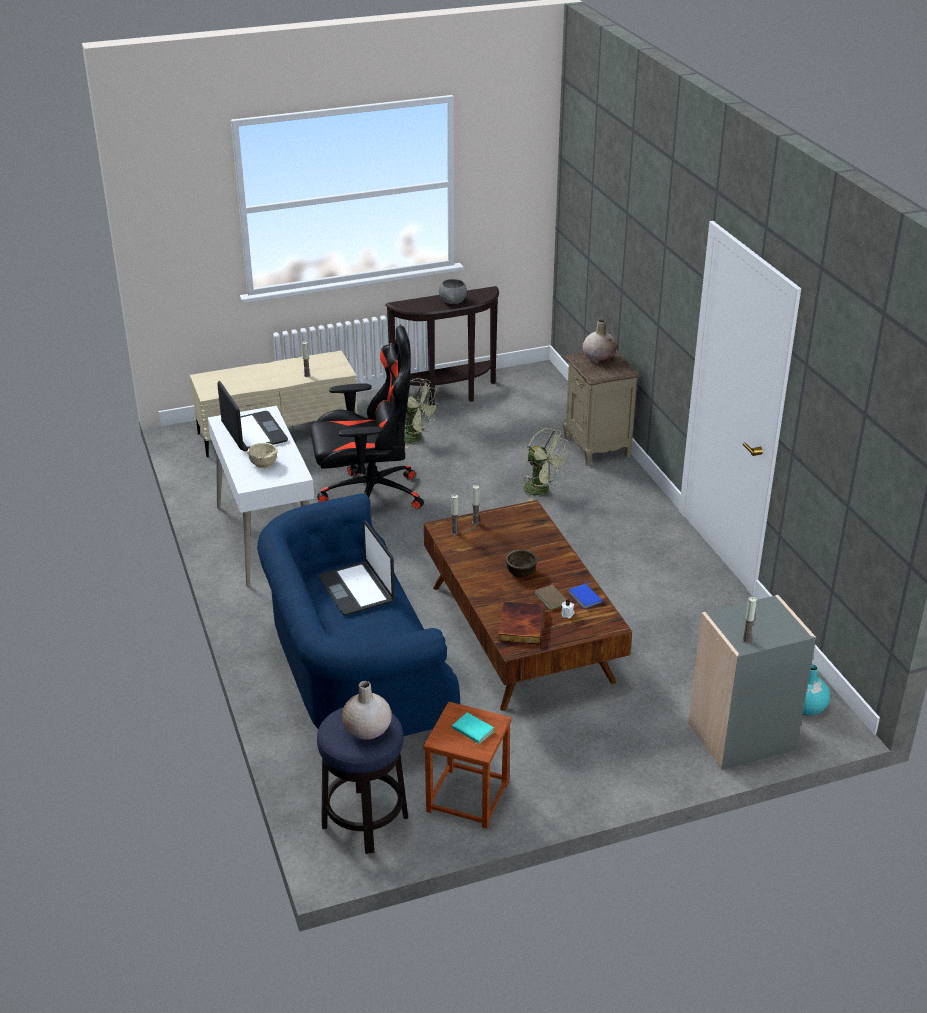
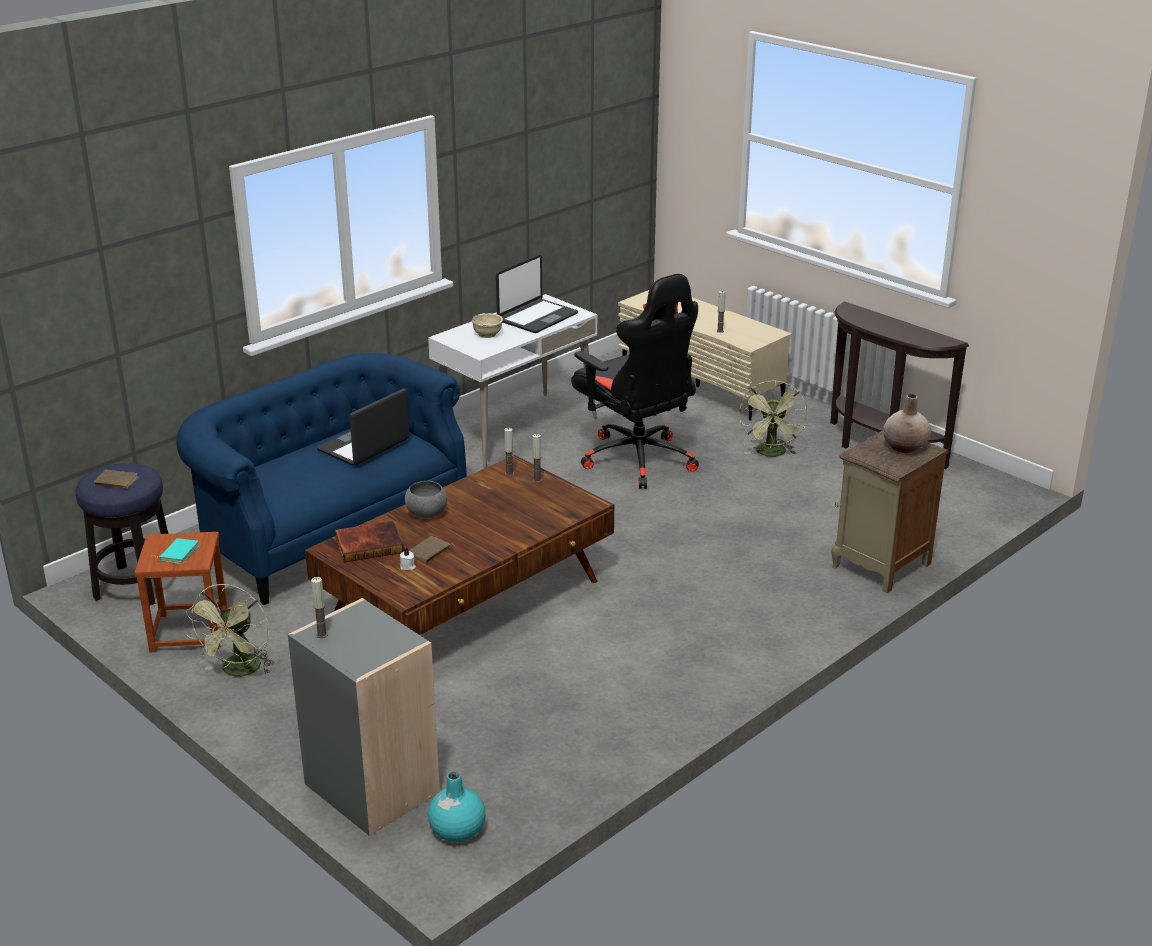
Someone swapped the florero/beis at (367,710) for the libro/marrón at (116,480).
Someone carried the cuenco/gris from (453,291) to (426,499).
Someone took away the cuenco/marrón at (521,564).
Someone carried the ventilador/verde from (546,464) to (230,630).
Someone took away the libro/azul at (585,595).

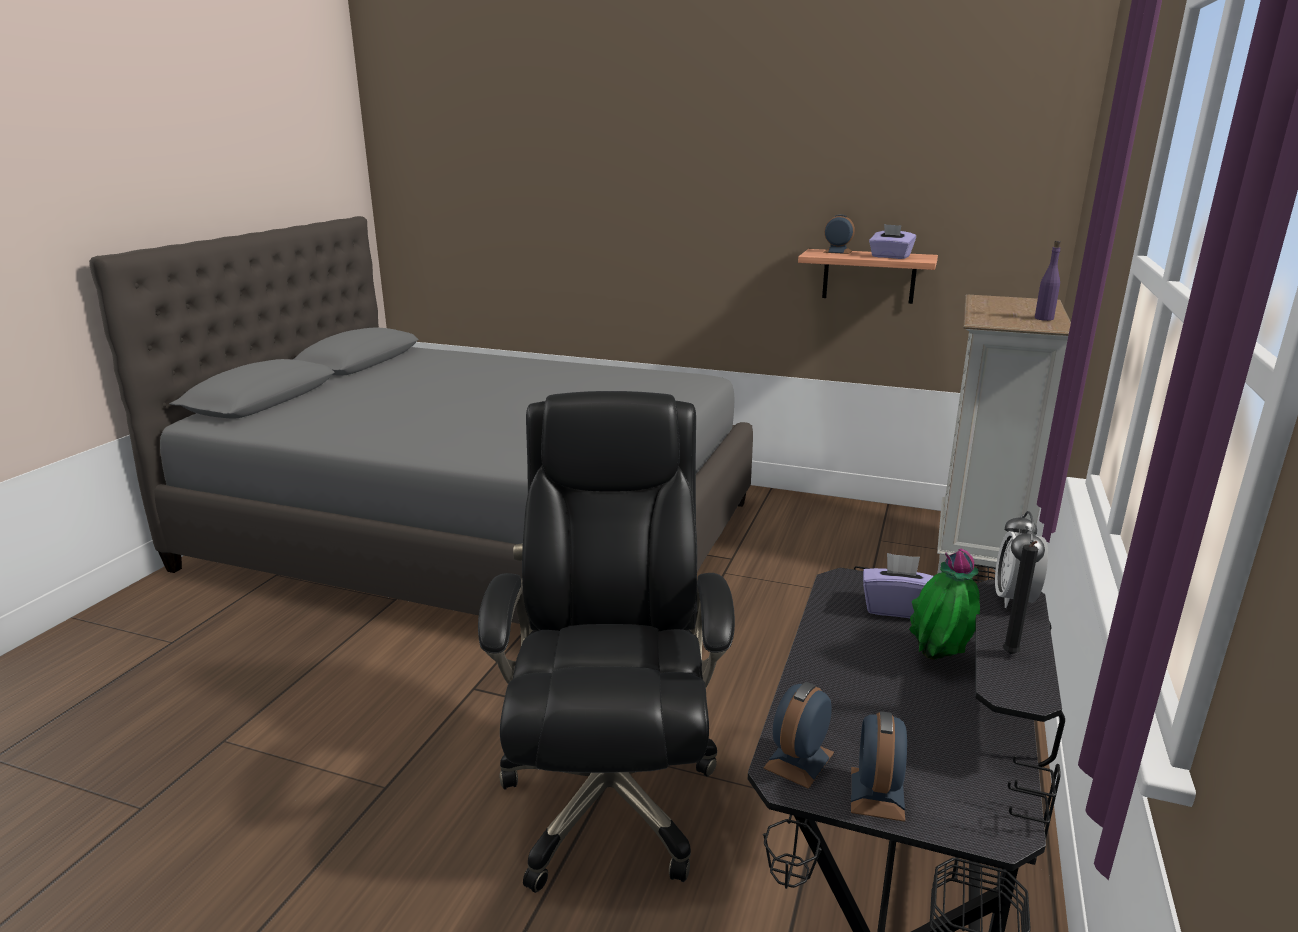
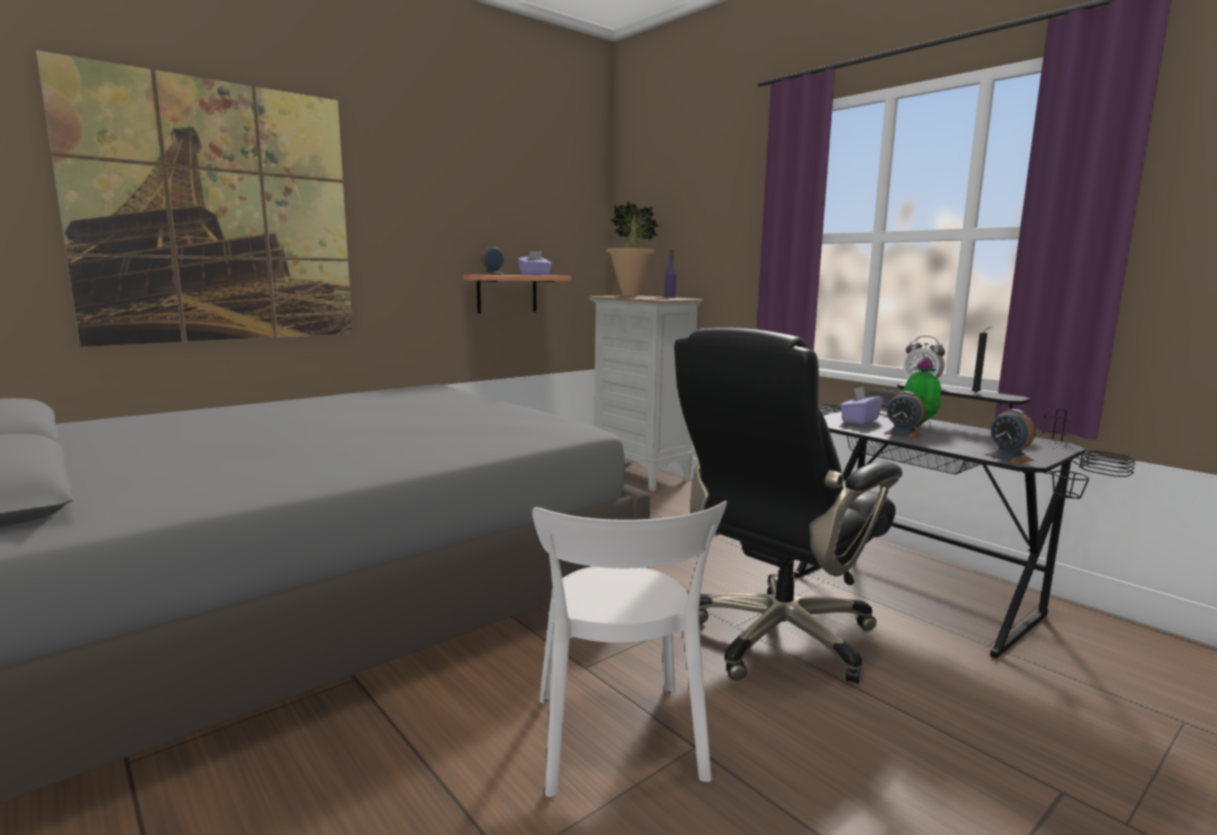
Someone rotated the silla de oficina/negro at (606,642) by 75 degrees counterclockwise.
Someone carried the despertador from (879,766) to (904,415).
Someone put up the cuadro at (194,198).
Someone put down the silla/blanco at (629,648).
Someone put down the planta en maceta at (632,249).

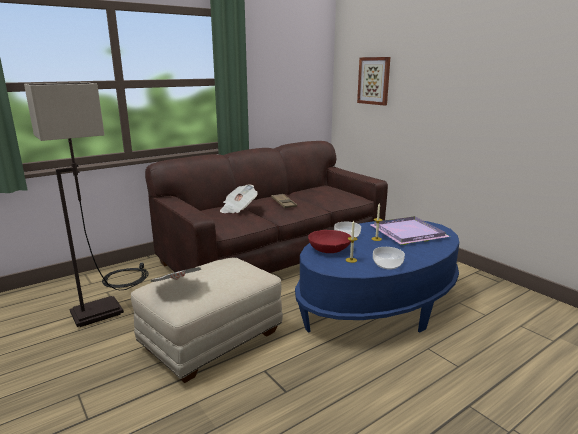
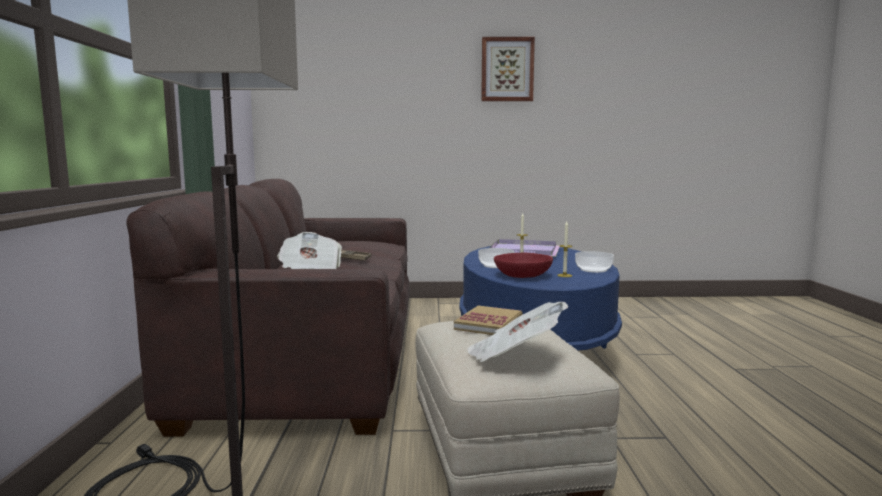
Someone carried the cuadro from (373,81) to (508,69).
Someone put down the libro at (488,320).

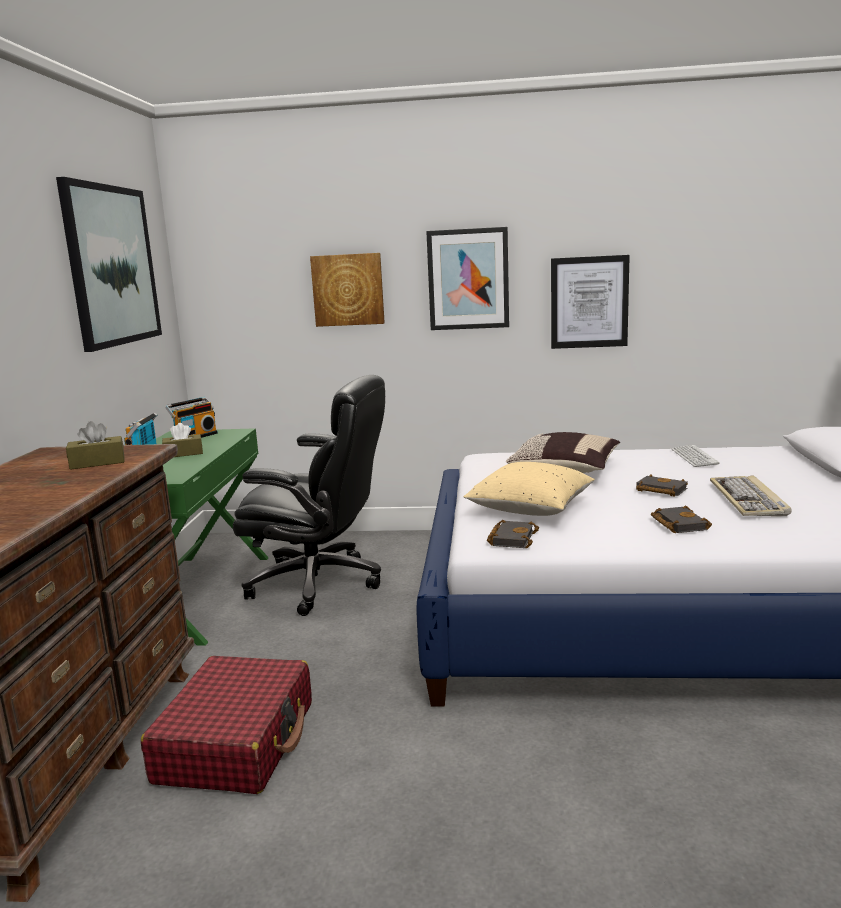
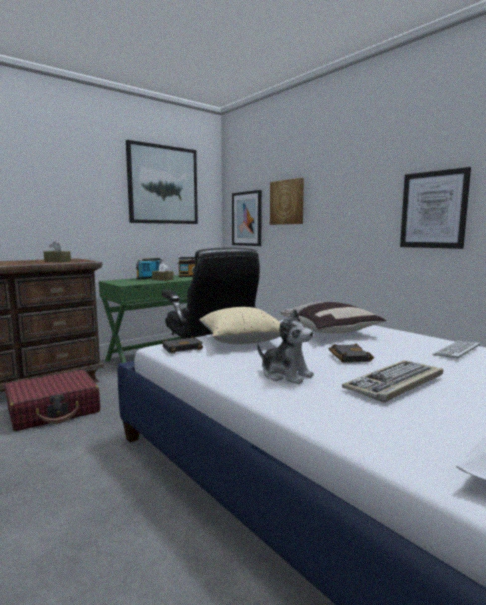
Someone carried the cuadro from (467,278) to (247,218).
Someone swapped the libro/negro at (681,519) for the peluche at (285,346).

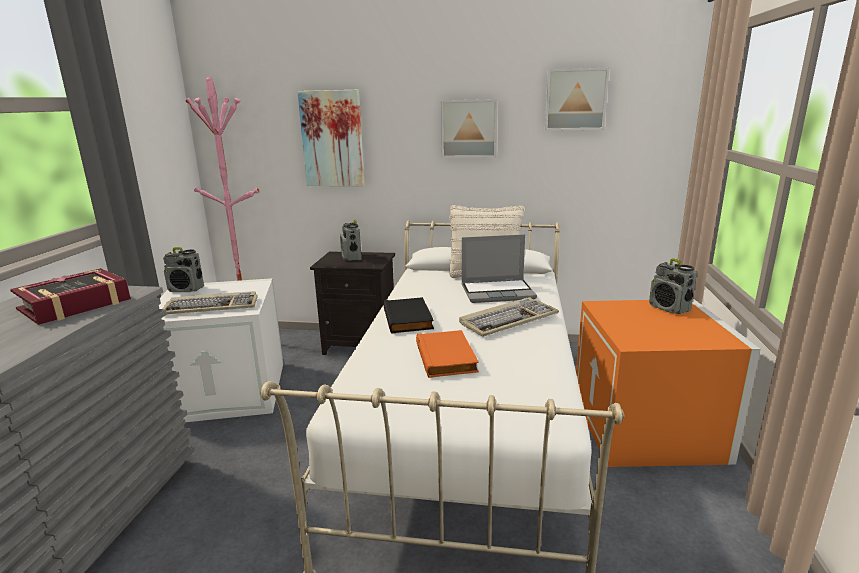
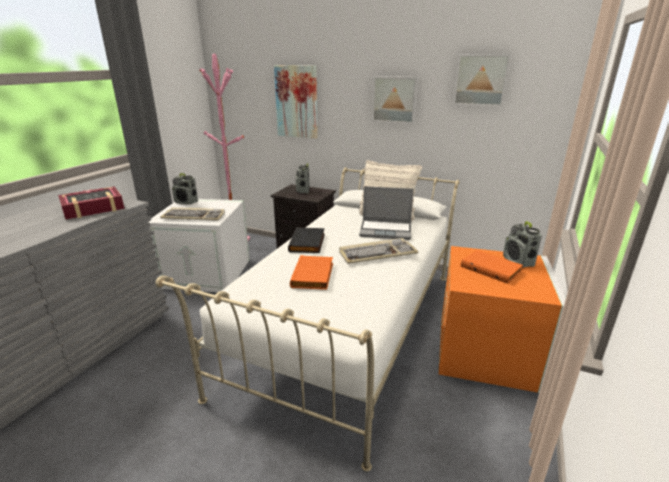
Someone put down the libro/naranja at (492,267).

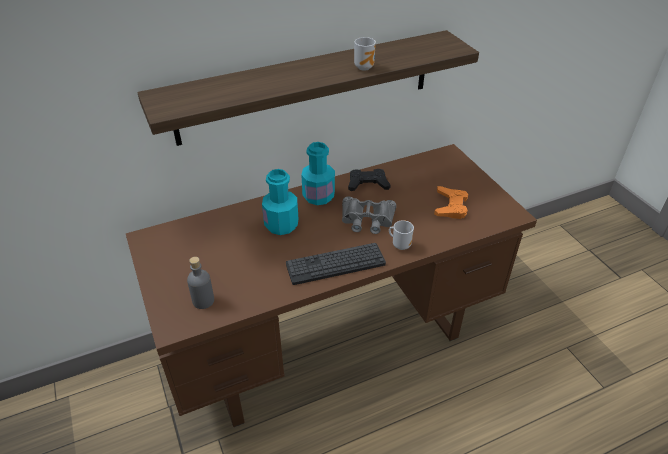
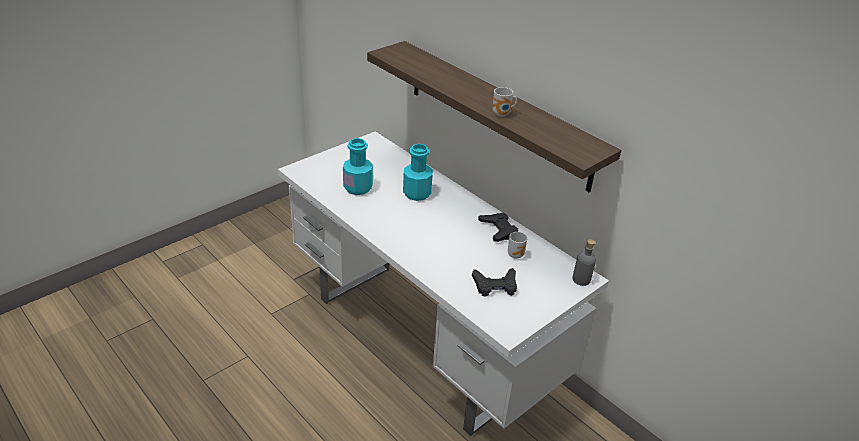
Someone repainted the escritorio/marrón at (331,285), which became the escritorio/blanco at (443,283).
Someone carried the botella/gris from (200,283) to (584,262).
Someone took away the teclado at (336,264).
Someone carried the botella/turquesa from (318,173) to (358,166).
Someone took away the prismáticos/gris at (369,215).
Someone carried the taza grande from (401,235) to (517,245).
Someone repainted the mando de consola/naranja at (451,202), which became the mando de consola/negro at (494,282).

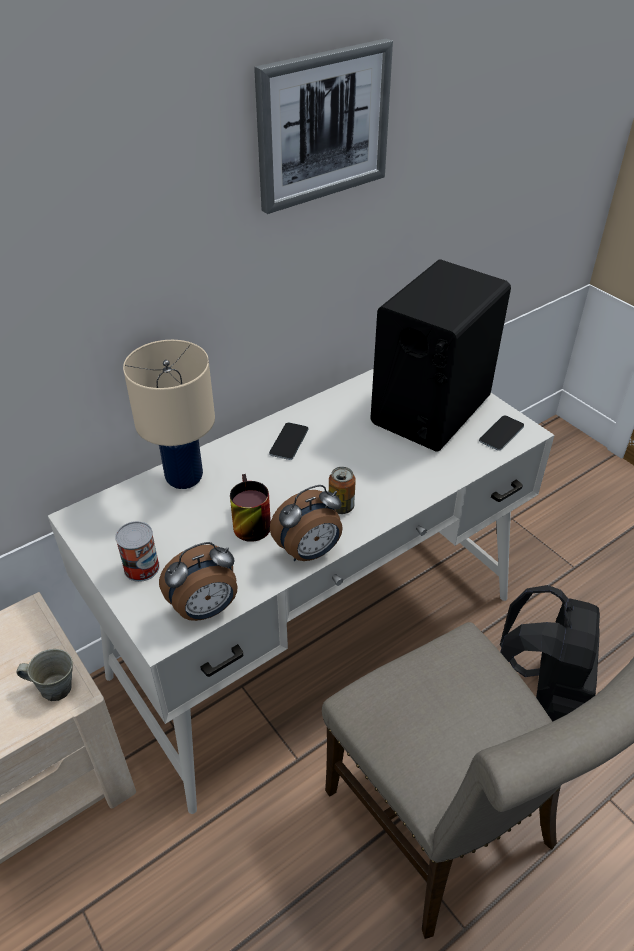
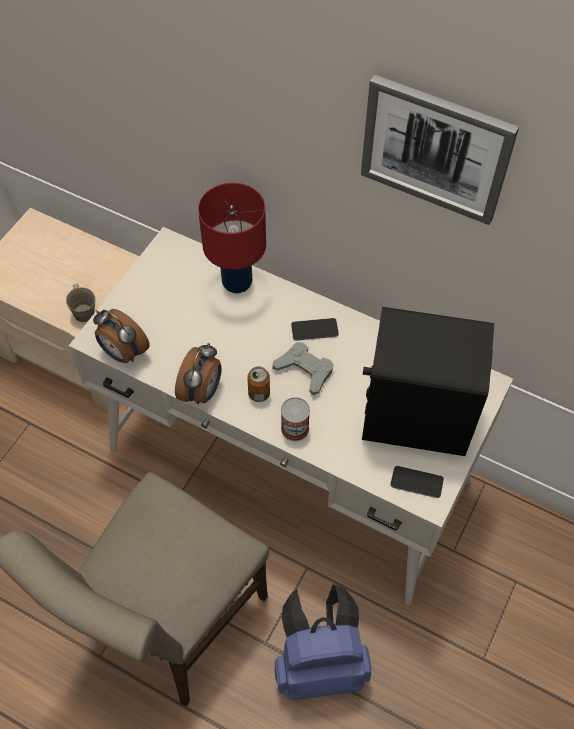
Someone carried the lata from (137,551) to (295,419).
Someone repainted the lámpara de mesa/beis at (169,414), which became the lámpara de mesa/rojo at (232,238).
Someone took away the taza grande at (250,508).
Someone rotated the despertador at (306,523) by 105 degrees counterclockwise.
Someone repainted the mochila/negro at (550,653), which became the mochila/azul at (323,642).
Someone put down the mando de consola/gris at (302,368).

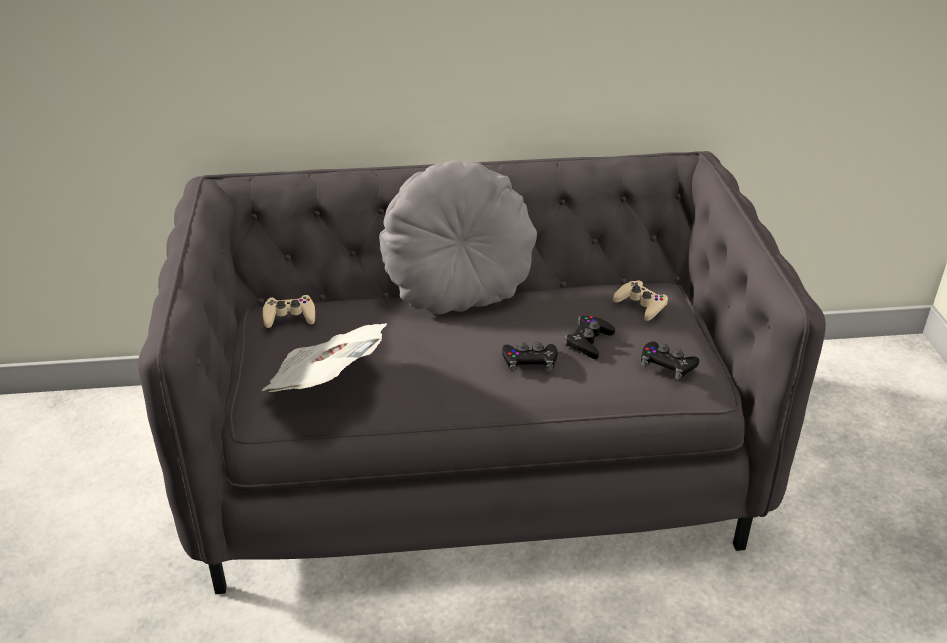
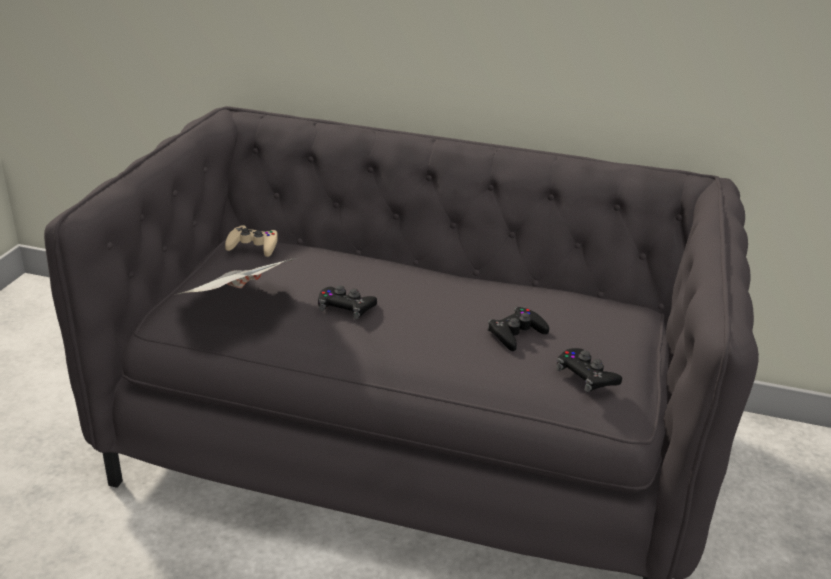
Someone took away the cojín/gris at (458,237).
Someone carried the mando de consola/negro from (530,357) to (347,302).
Someone took away the mando de consola/beis at (640,300).

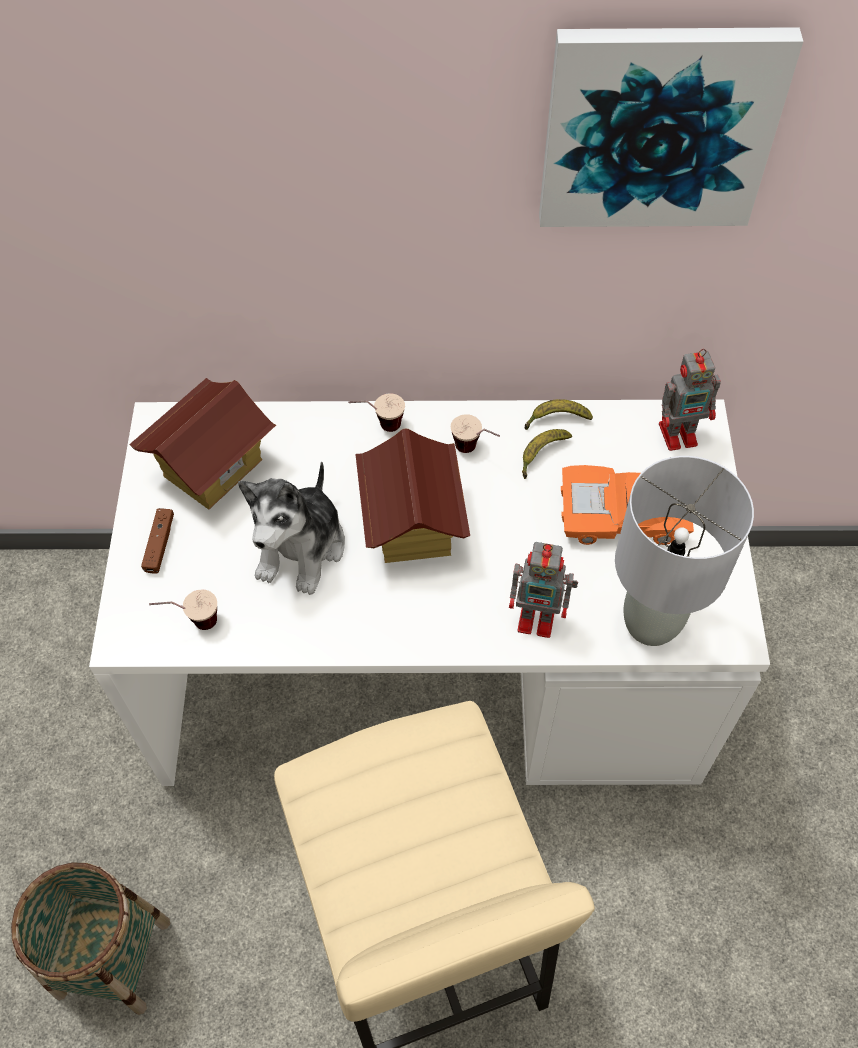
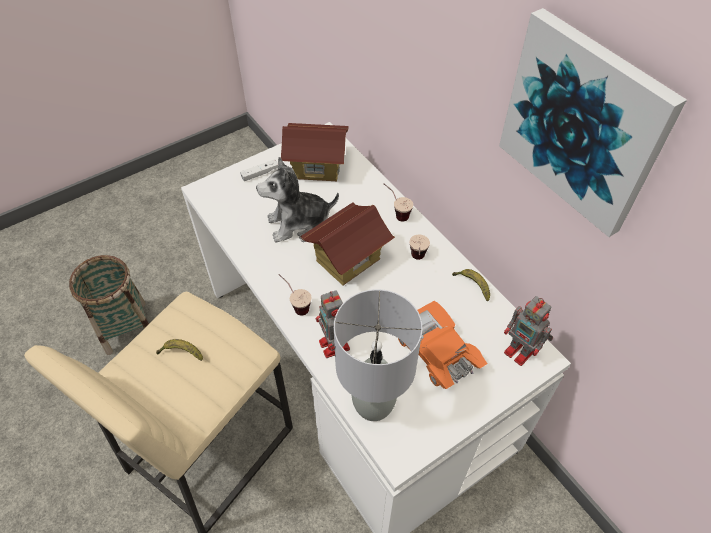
Someone repainted the mando de consola/marrón at (157,541), which became the mando de consola/blanco at (259,170).
Someone carried the taza from (183,610) to (294,295).
Someone carried the plátano from (547,454) to (179,350).

